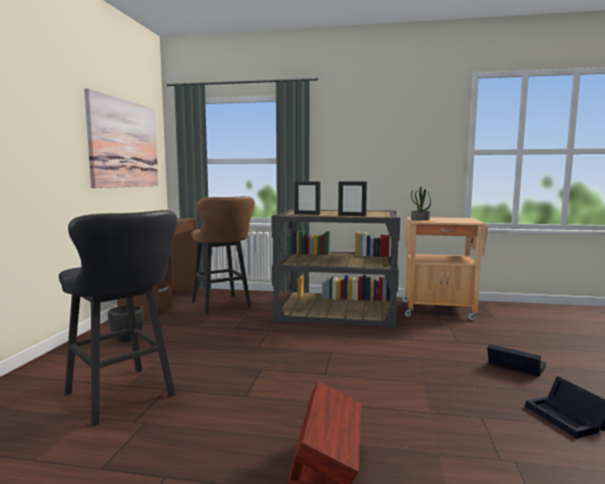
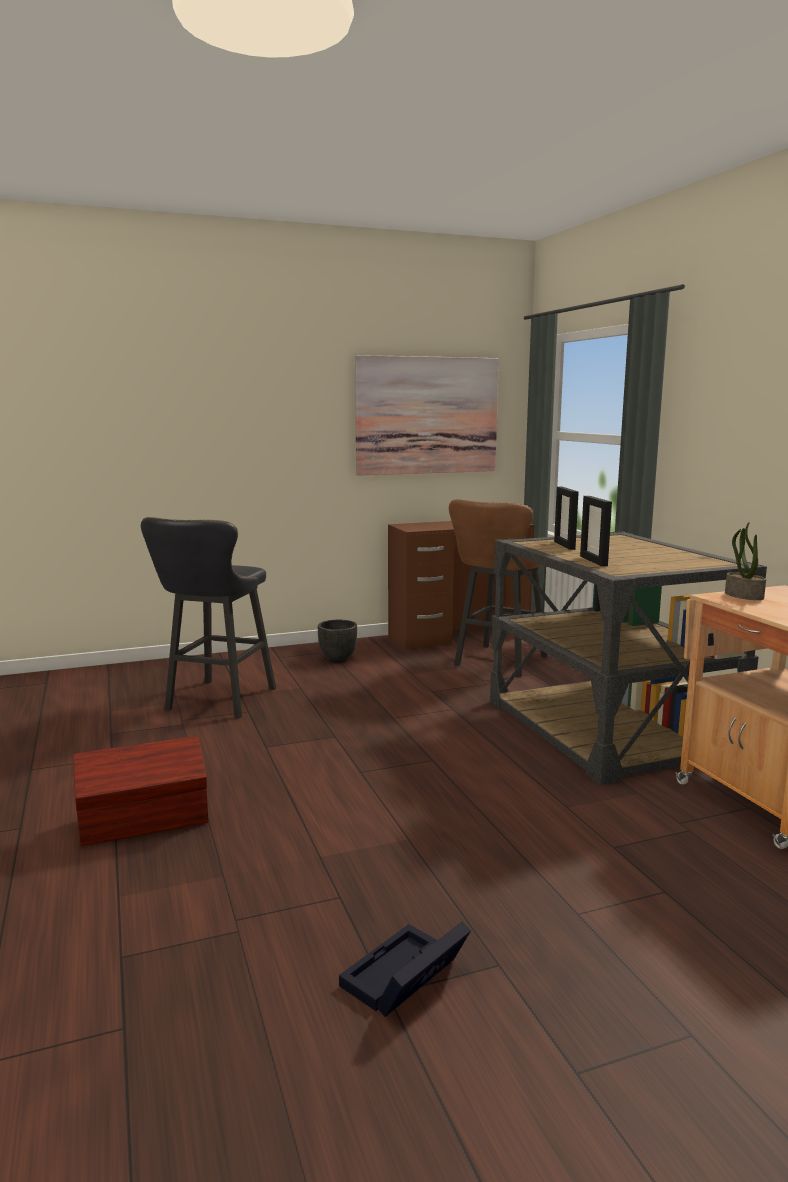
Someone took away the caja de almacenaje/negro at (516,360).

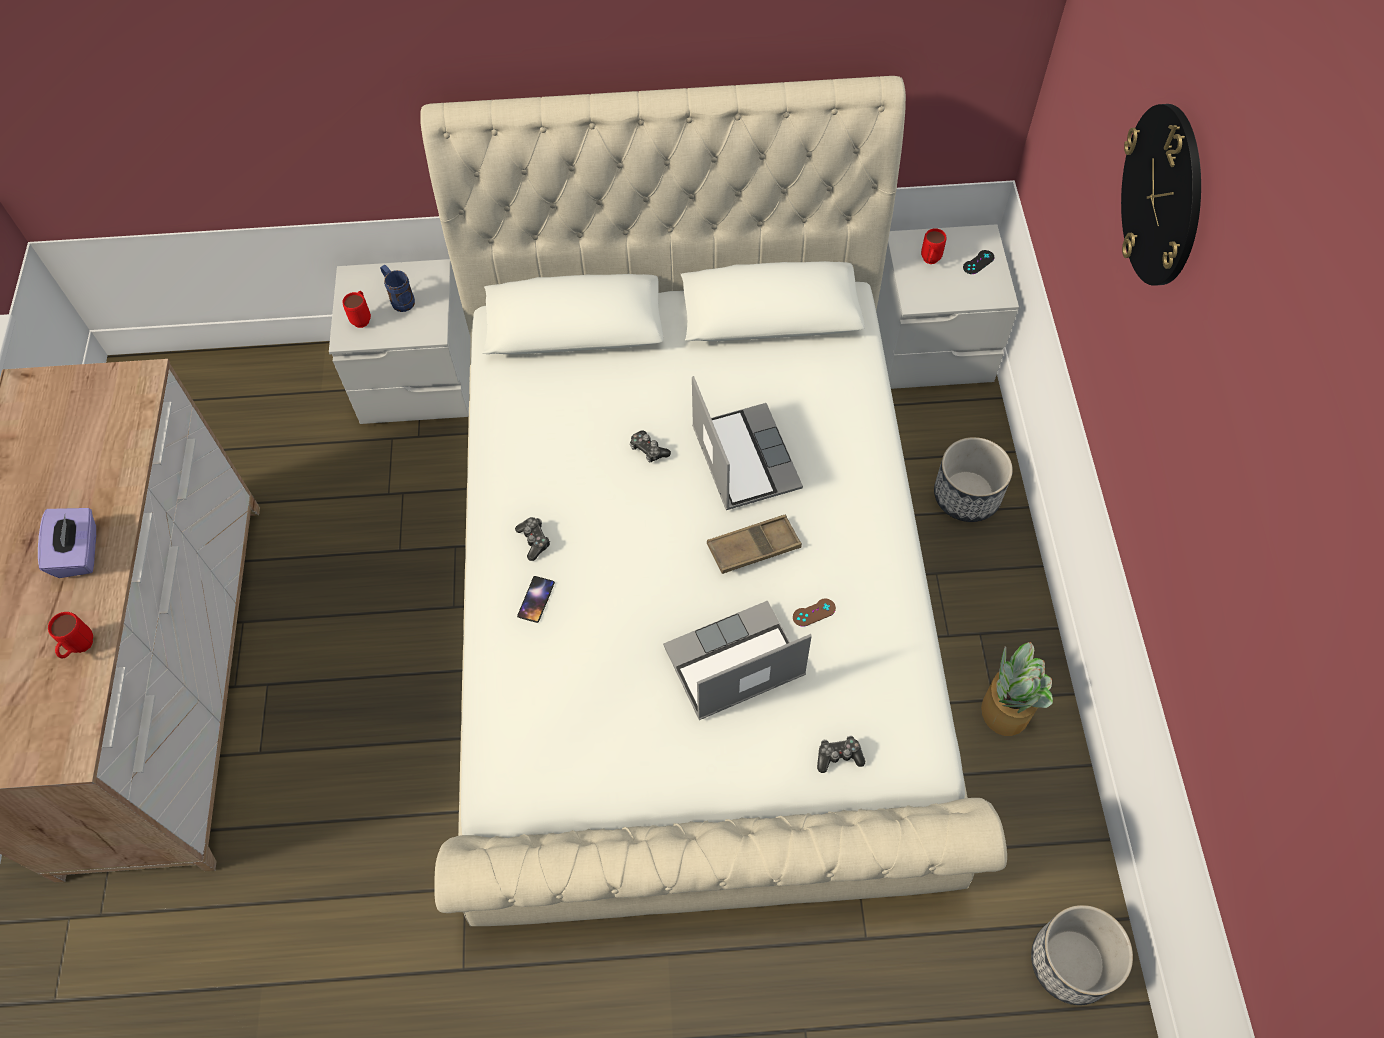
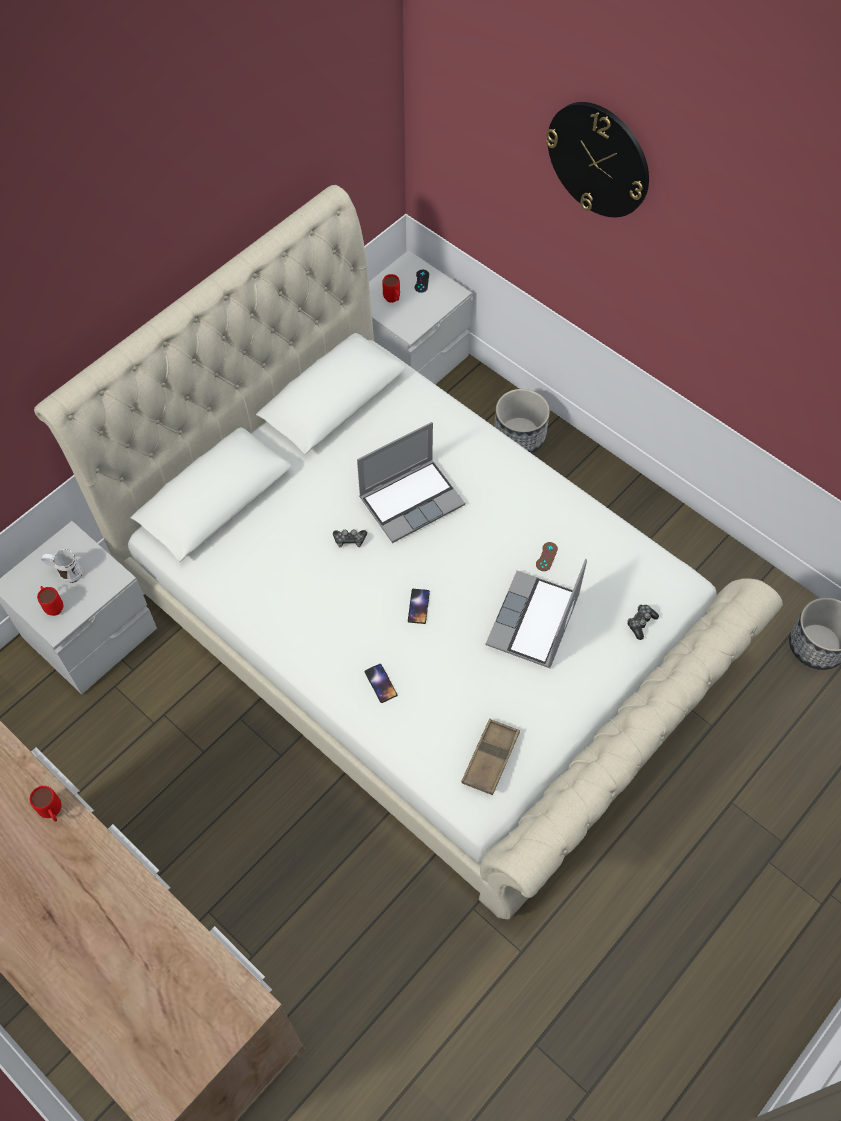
Someone took away the caja de pañuelos/morado at (67,543).
Someone carried the taza grande/rojo from (70,635) to (46,803).
Someone repainted the taza grande/azul at (397,288), which became the taza grande/blanco at (62,566).
Someone took away the mando de consola at (532,539).
Someone rotated the portátil at (747,443) by 120 degrees clockwise.
Someone carried the bandeja/marrón from (754,544) to (491,757).
Someone took away the planta en maceta at (1017,689).
Someone put down the móvil at (419,606).

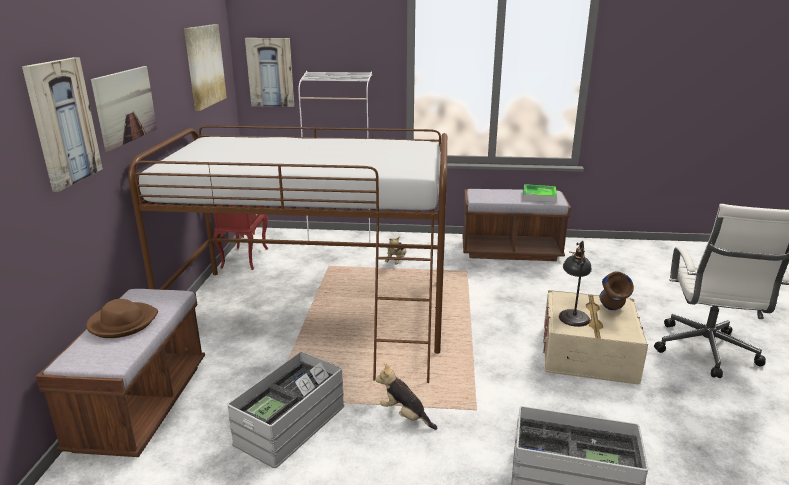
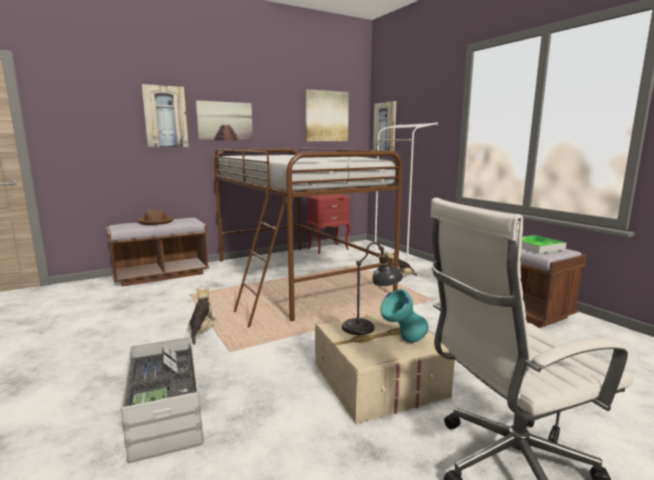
Someone took away the caja de almacenaje/gris at (285,410).
Someone repainted the florero/marrón at (616,290), which became the florero/turquesa at (404,316).

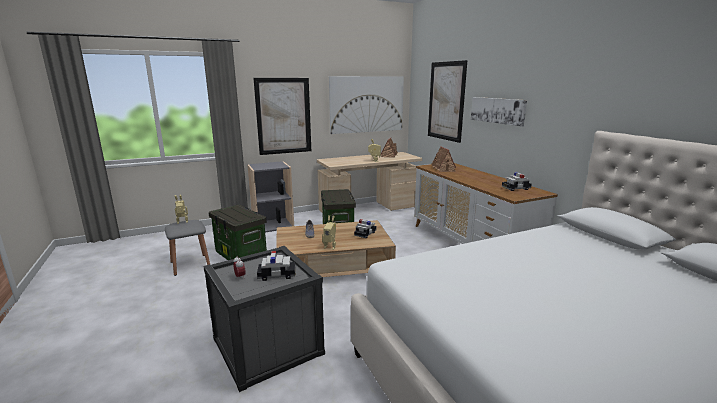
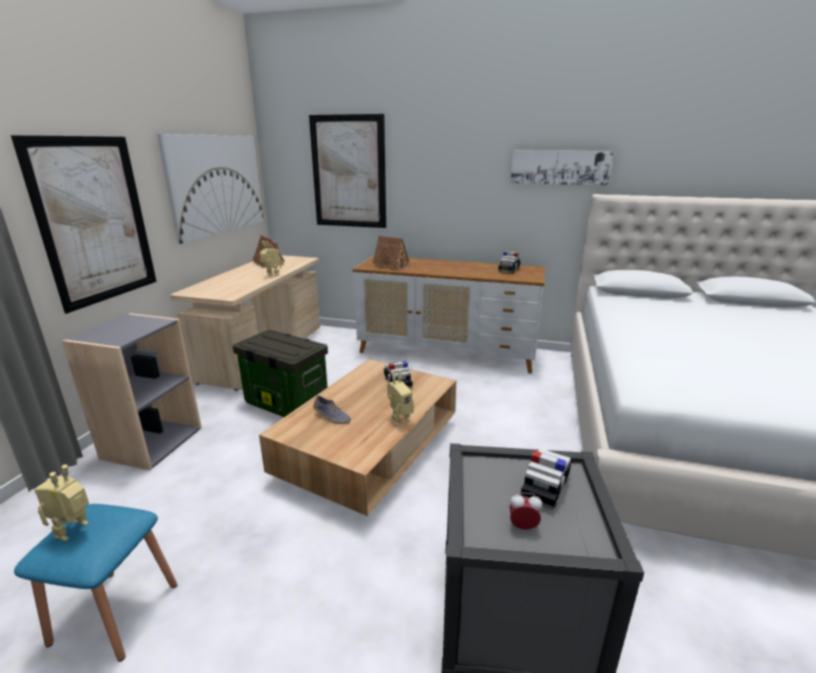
Someone repainted the taburete/gris at (187,248), which became the taburete/azul at (95,583).
Someone took away the caja de almacenaje at (238,232).
Someone carried the cuadro from (499,112) to (562,168).

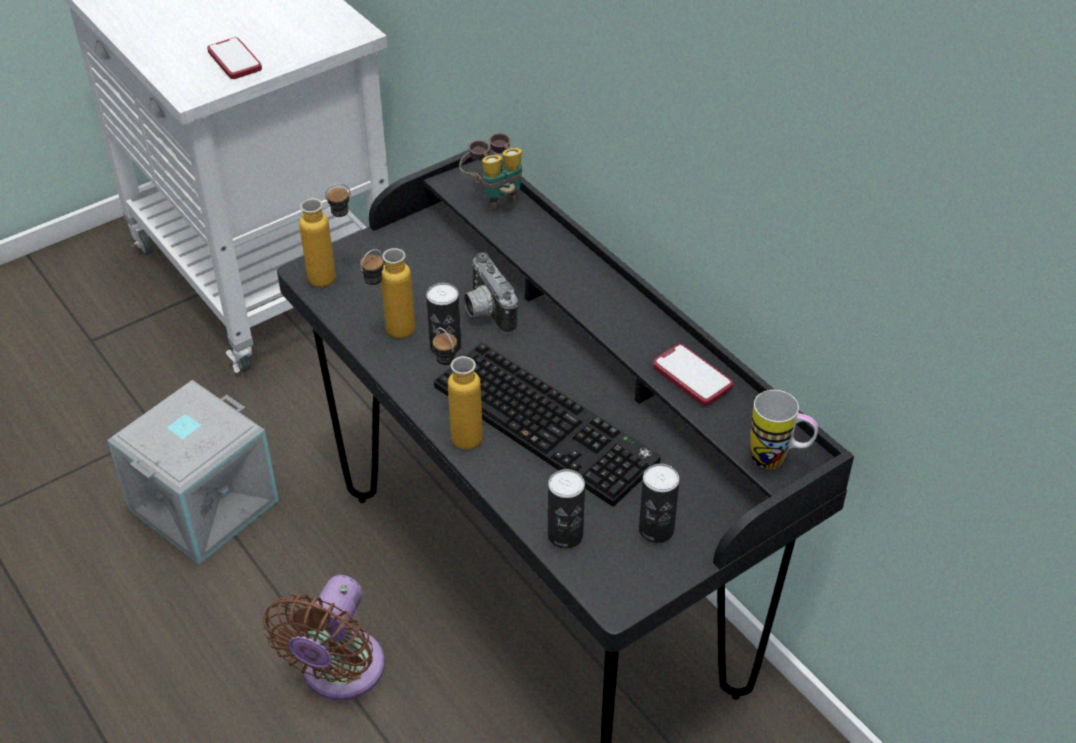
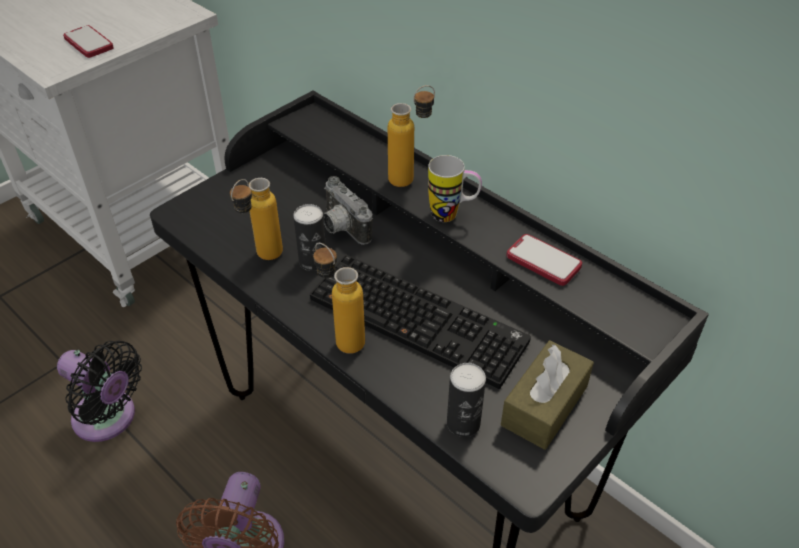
Someone swapped the caja de almacenaje/gris at (193,472) for the ventilador/negro at (99,391).
Someone carried the botella from (325,235) to (411,136).
Someone took away the prismáticos at (490,172).
Someone swapped the lata at (659,503) for the caja de pañuelos/marrón at (547,395).
Someone carried the taza grande from (784,429) to (455,188).

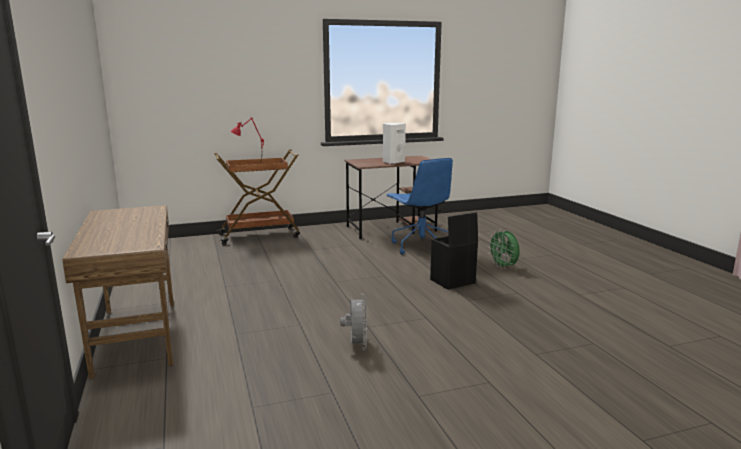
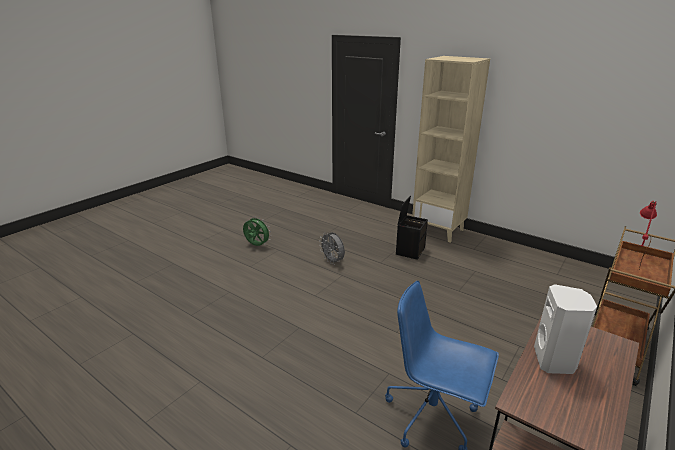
Someone swapped the mesa consola/marrón at (118,291) for the estantería/beis at (451,149).
Someone carried the caja de almacenaje/negro from (454,251) to (412,228).
Someone carried the ventilador/verde from (504,249) to (257,231).

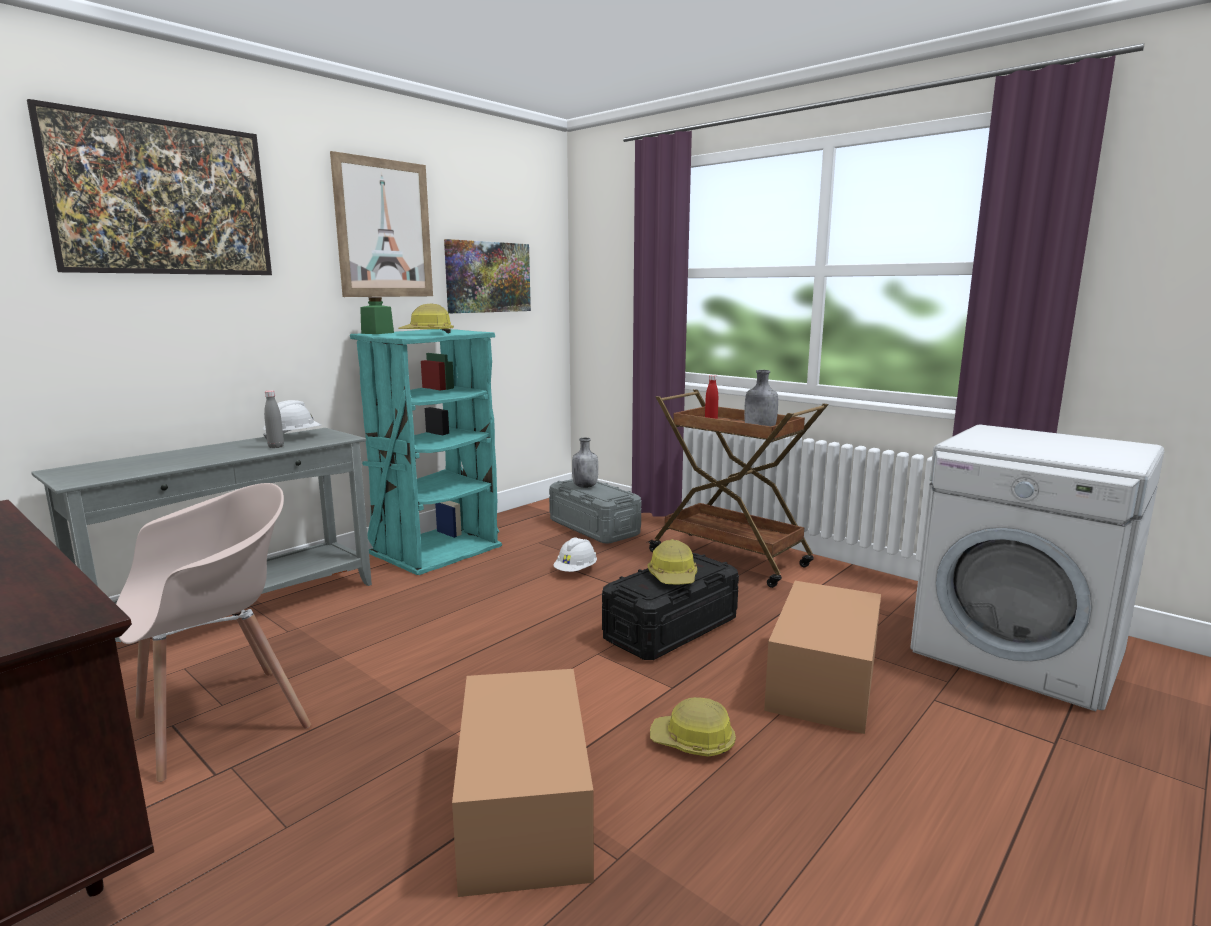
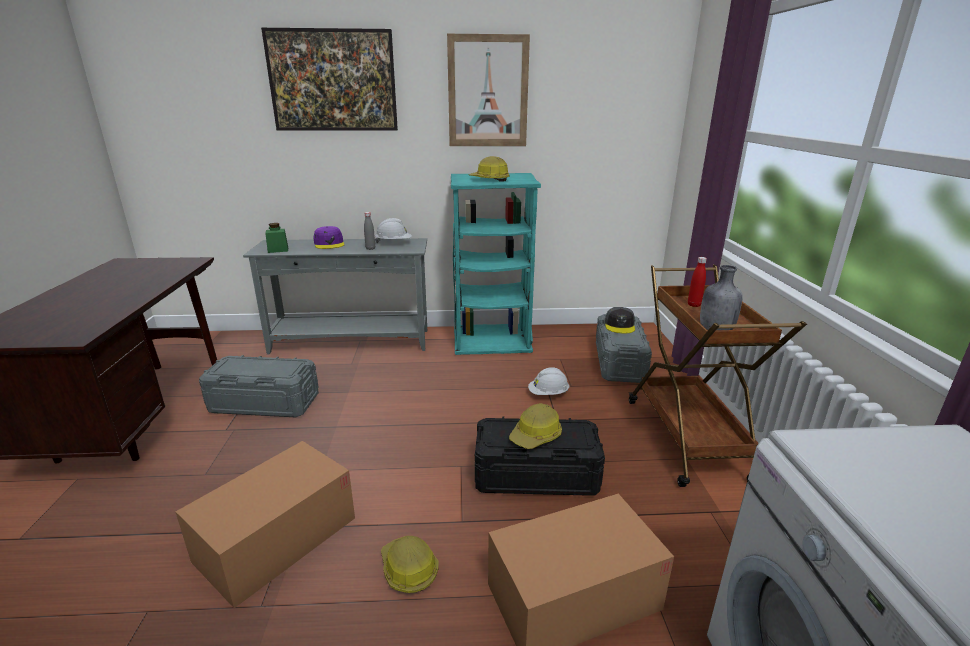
Someone swapped the silla/beis at (213,632) for the caja de almacenaje/gris at (259,386).
Someone carried the tarro/verde from (377,315) to (276,238).
Someone took away the cuadro at (487,276).
Someone swapped the botella/gris at (585,463) for the gorra/gris at (620,320).
Someone put down the gorra/morado at (329,237).

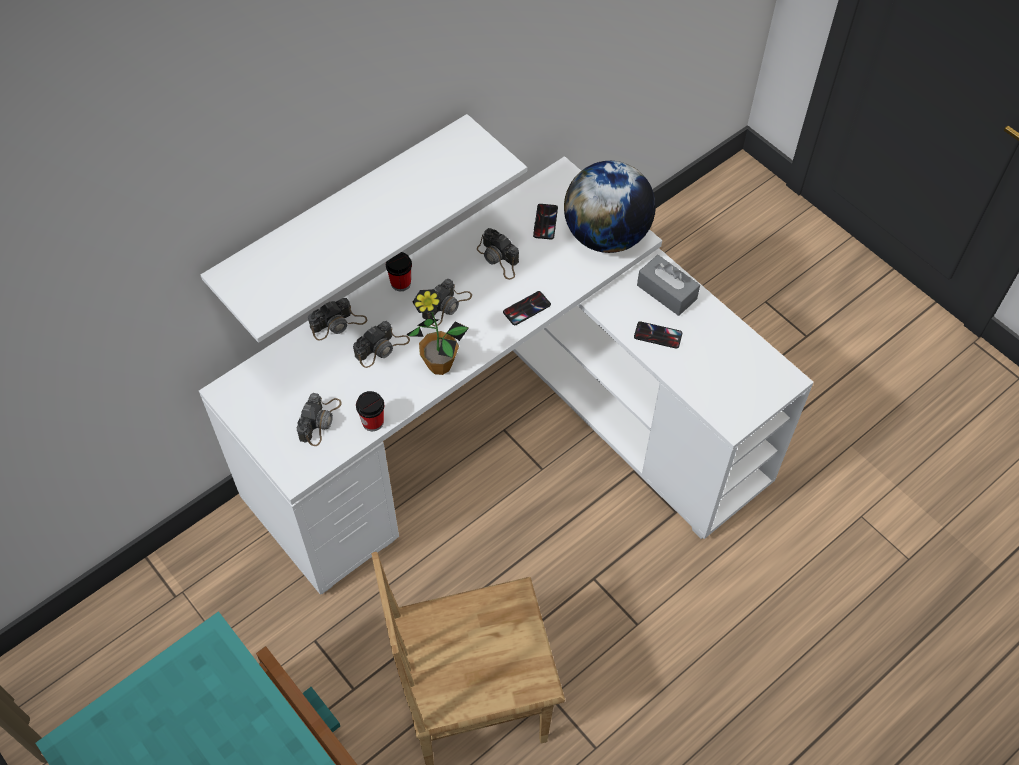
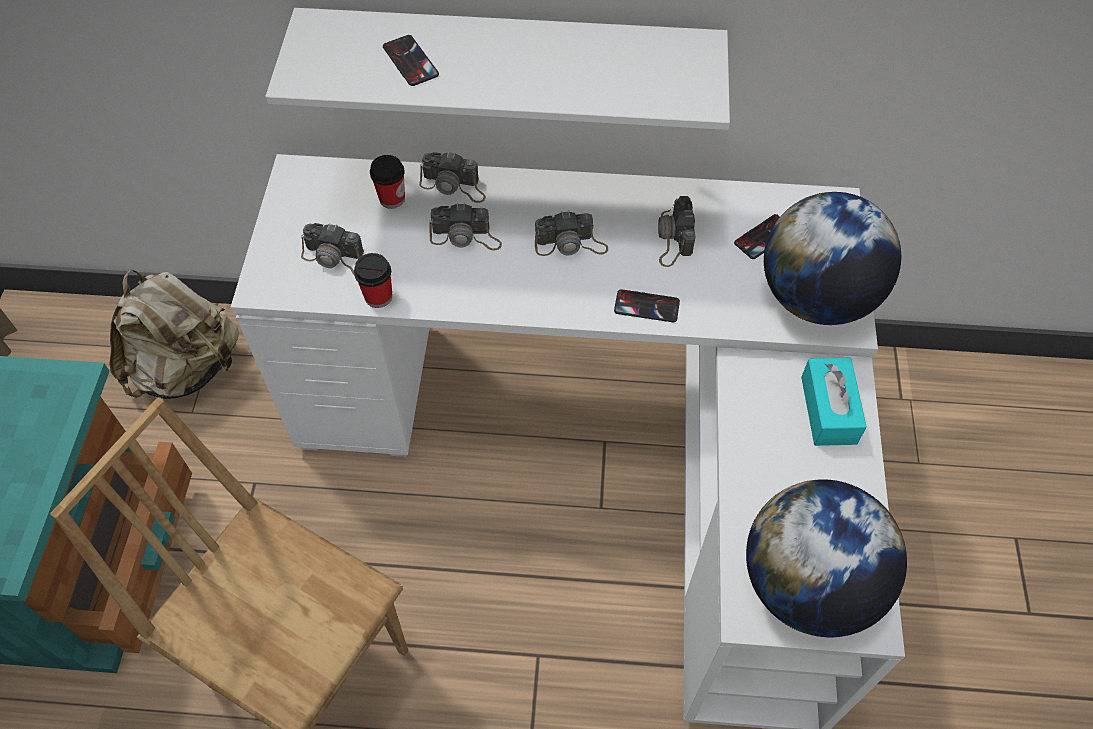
Someone rotated the cámara at (319,419) by 45 degrees clockwise.
Someone carried the taza from (399,271) to (387,182).
Someone took away the planta en maceta at (437,332).
Someone carried the móvil from (658,335) to (411,60).
Someone repainted the caja de pañuelos/gris at (668,285), which became the caja de pañuelos/turquesa at (834,402).
Someone put down the mochila/beis at (174,334).
Someone put down the globo terráqueo at (826,558).

